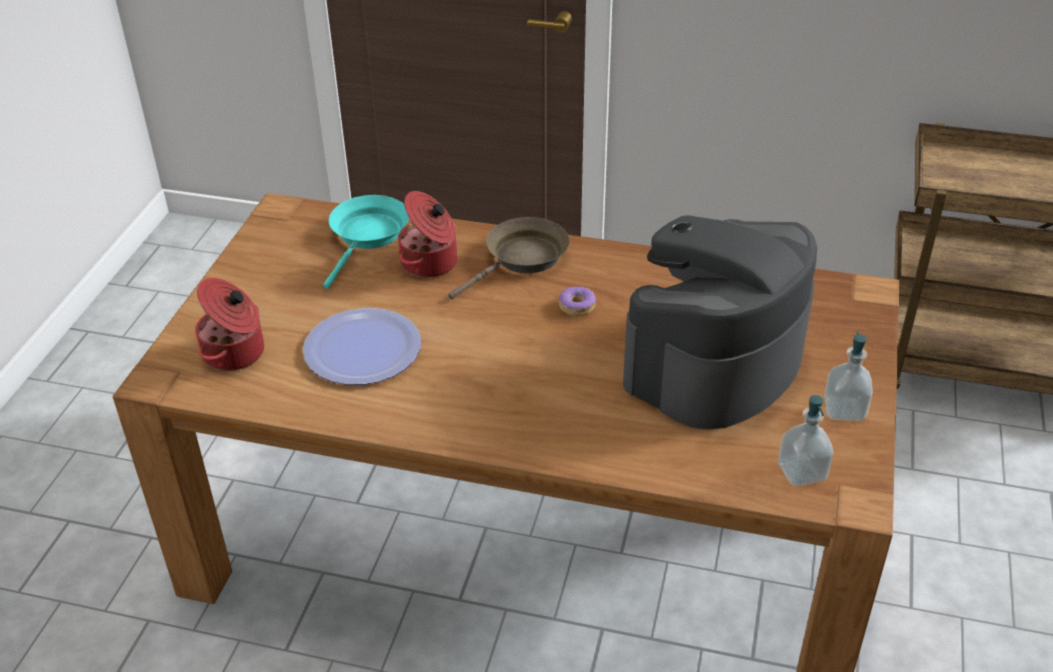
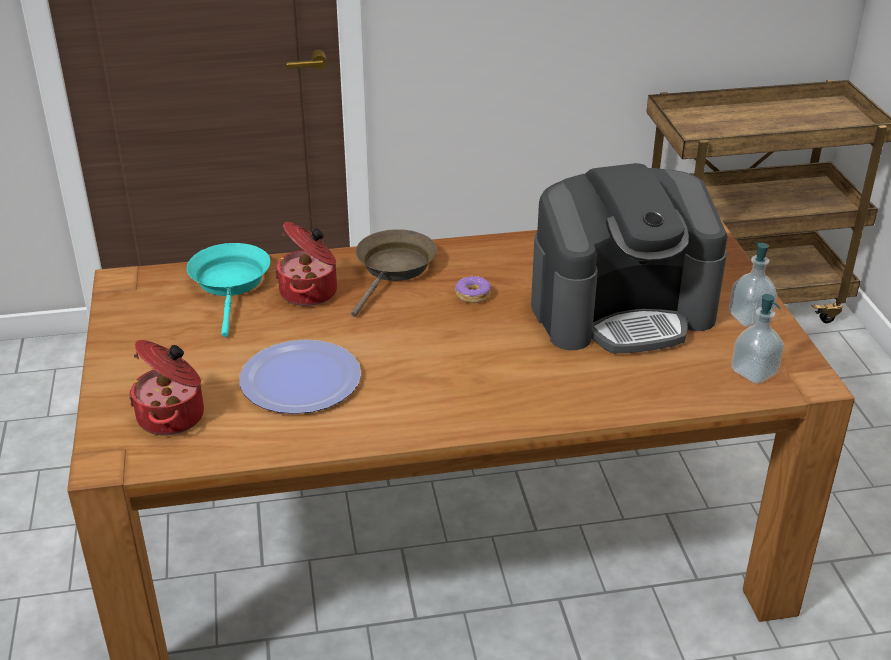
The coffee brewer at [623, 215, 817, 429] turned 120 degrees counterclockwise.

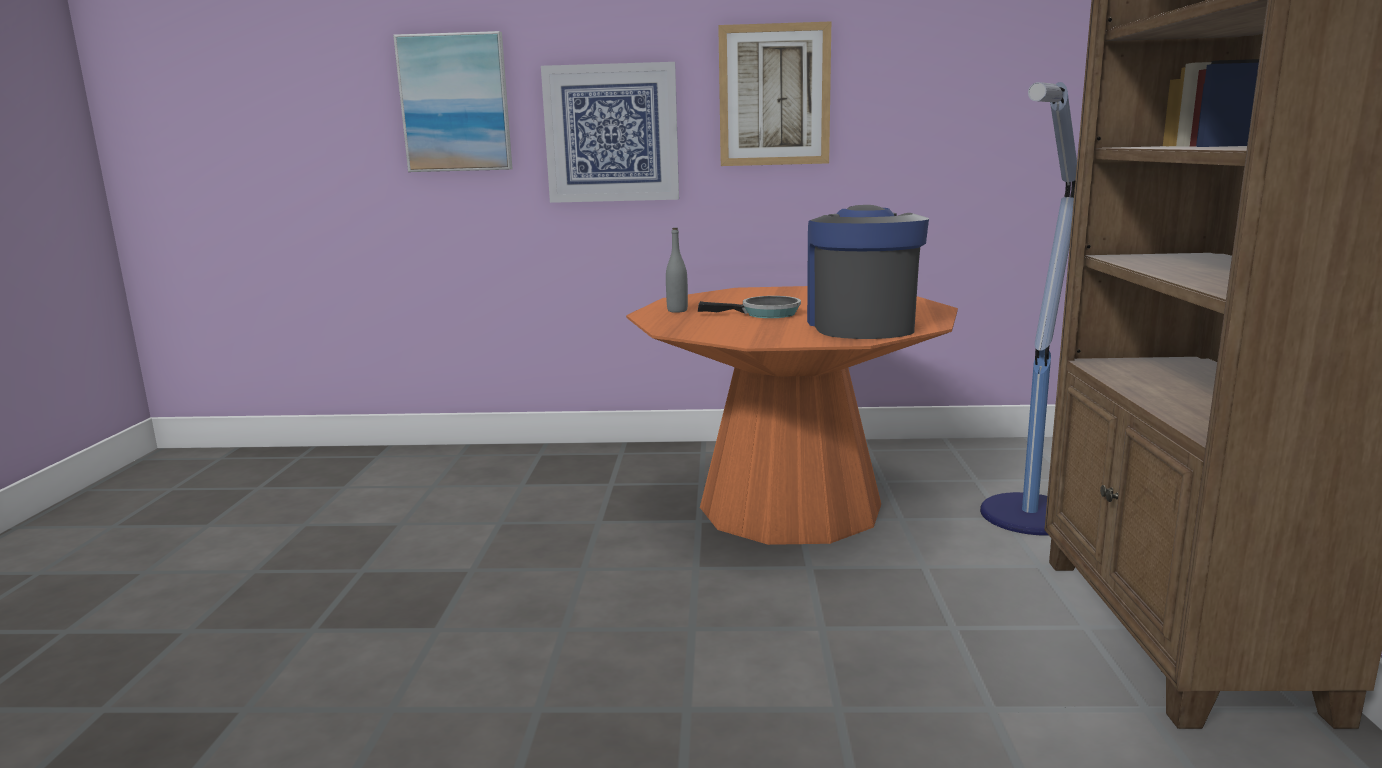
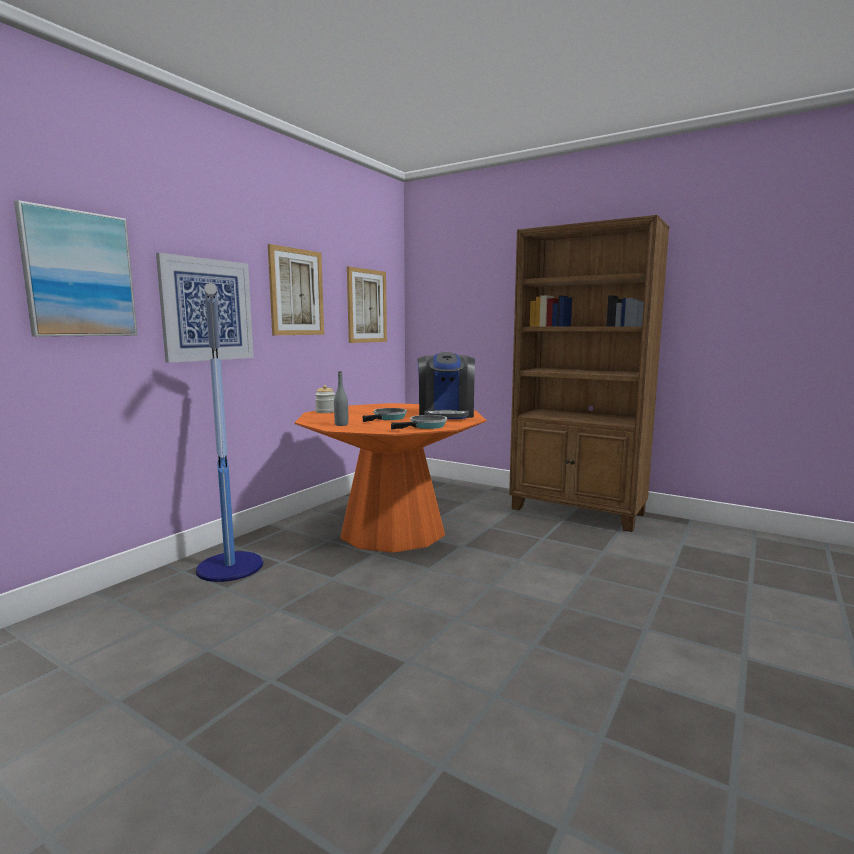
The standing lamp moved from [980, 82, 1077, 536] to [196, 282, 263, 582].
The storage jar at [315, 385, 335, 413] appeared.
The wall art at [347, 266, 387, 343] appeared.
The frying pan at [391, 415, 447, 430] appeared.
The coffee brewer at [807, 205, 929, 339] turned 120 degrees counterclockwise.

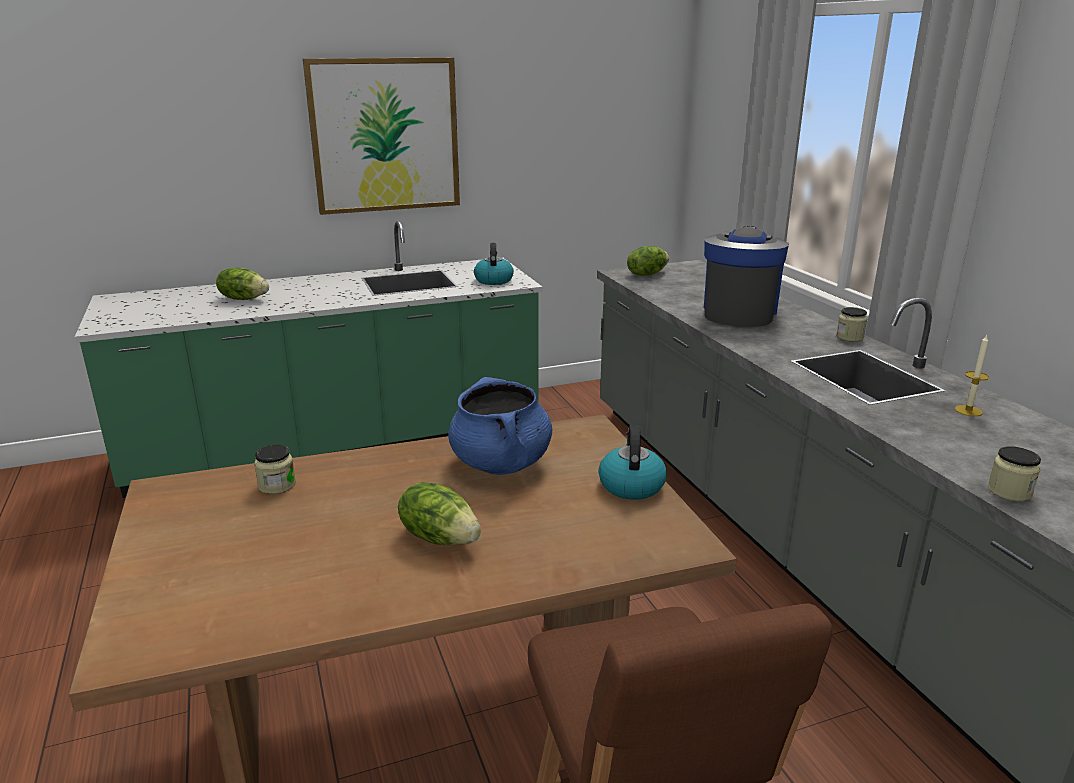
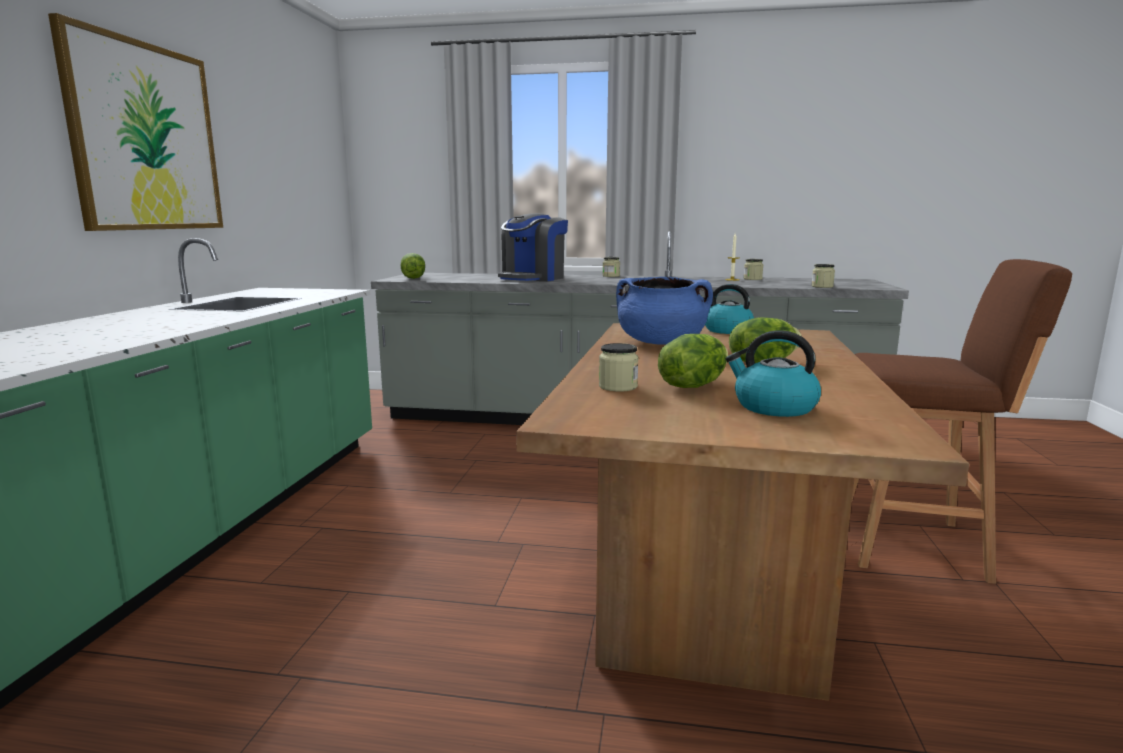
The coffee brewer at [704, 226, 789, 327] turned 105 degrees counterclockwise.
The lettuce moved from [216, 268, 269, 300] to [658, 334, 728, 388].
The tea kettle moved from [474, 243, 514, 285] to [726, 330, 821, 417].
The storage jar at [744, 259, 763, 280] appeared.

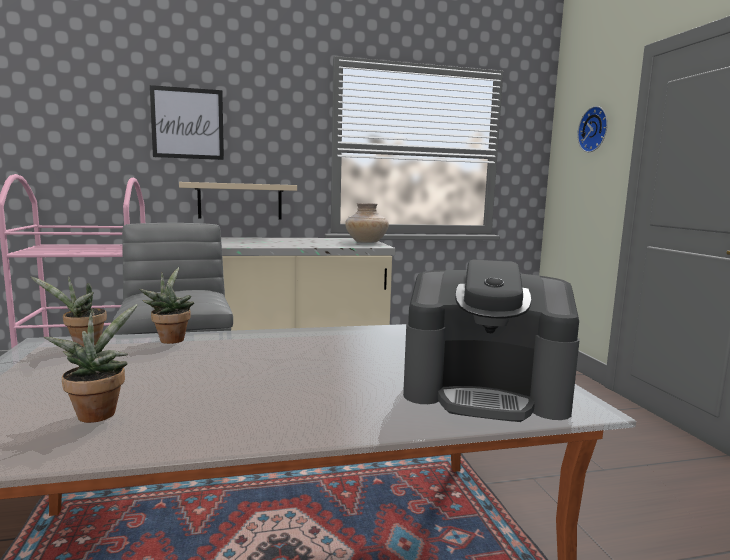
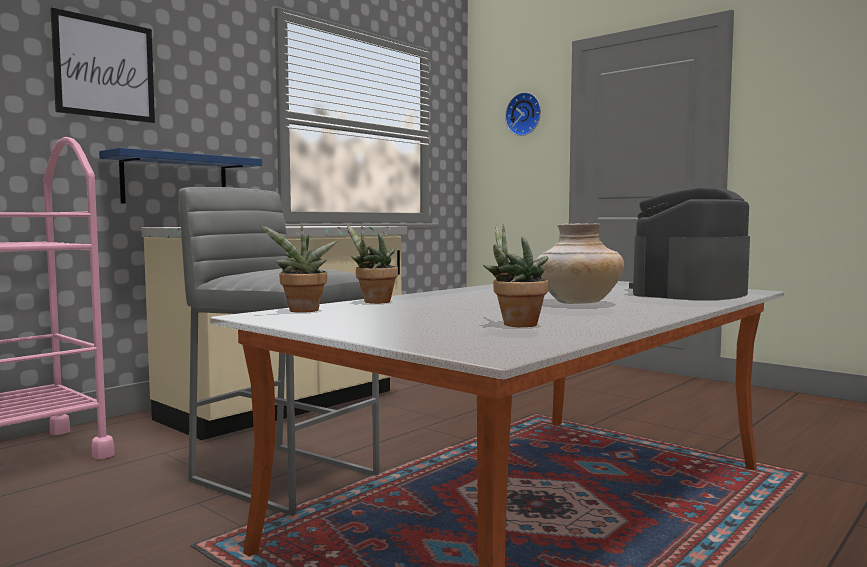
The shelf (beige) at [179, 182, 297, 219] became the shelf (blue) at [99, 148, 262, 203].
The flower vase (beige) moved from [345, 203, 389, 243] to [536, 224, 624, 304].
The coffee brewer at [403, 260, 580, 422] turned 150 degrees clockwise.

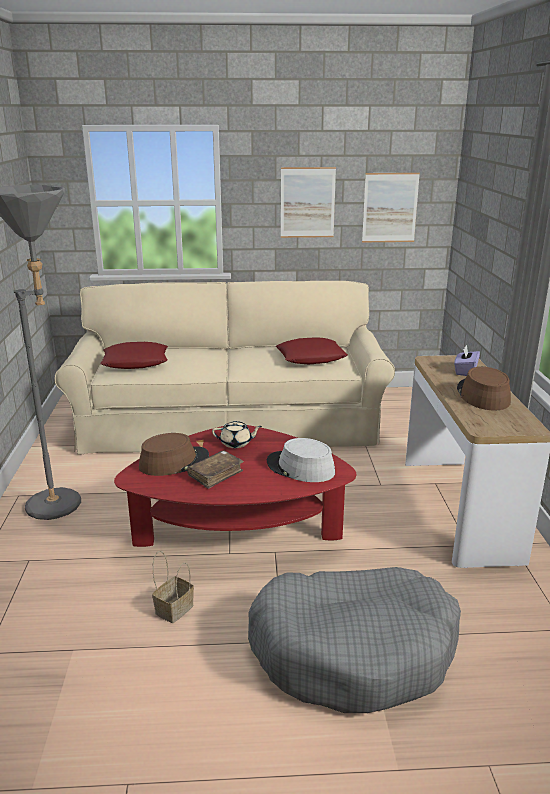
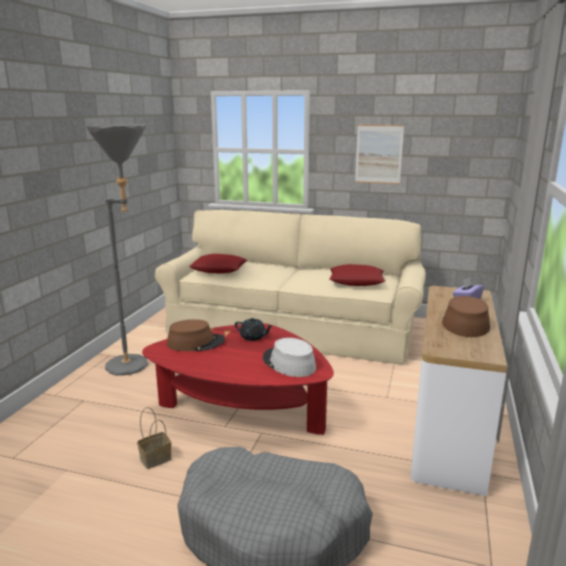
The pot for tea (beige) at [212, 421, 262, 448] became the pot for tea (black-coloured) at [235, 318, 274, 341].
The bound book (brown-coloured) at [187, 451, 244, 489] disappeared.
The wall art at [362, 173, 420, 242] disappeared.

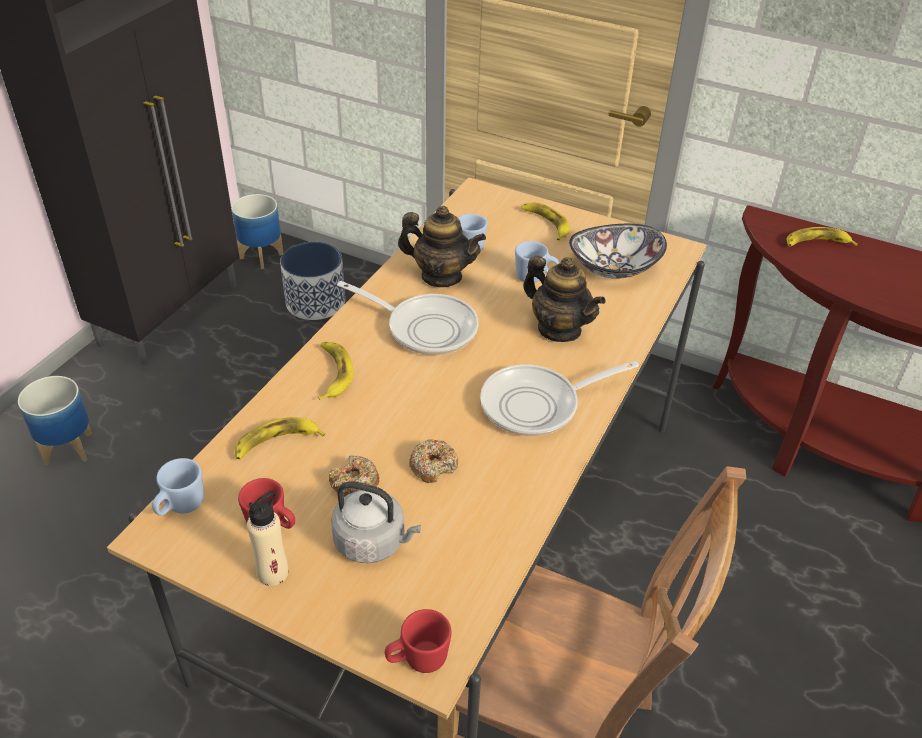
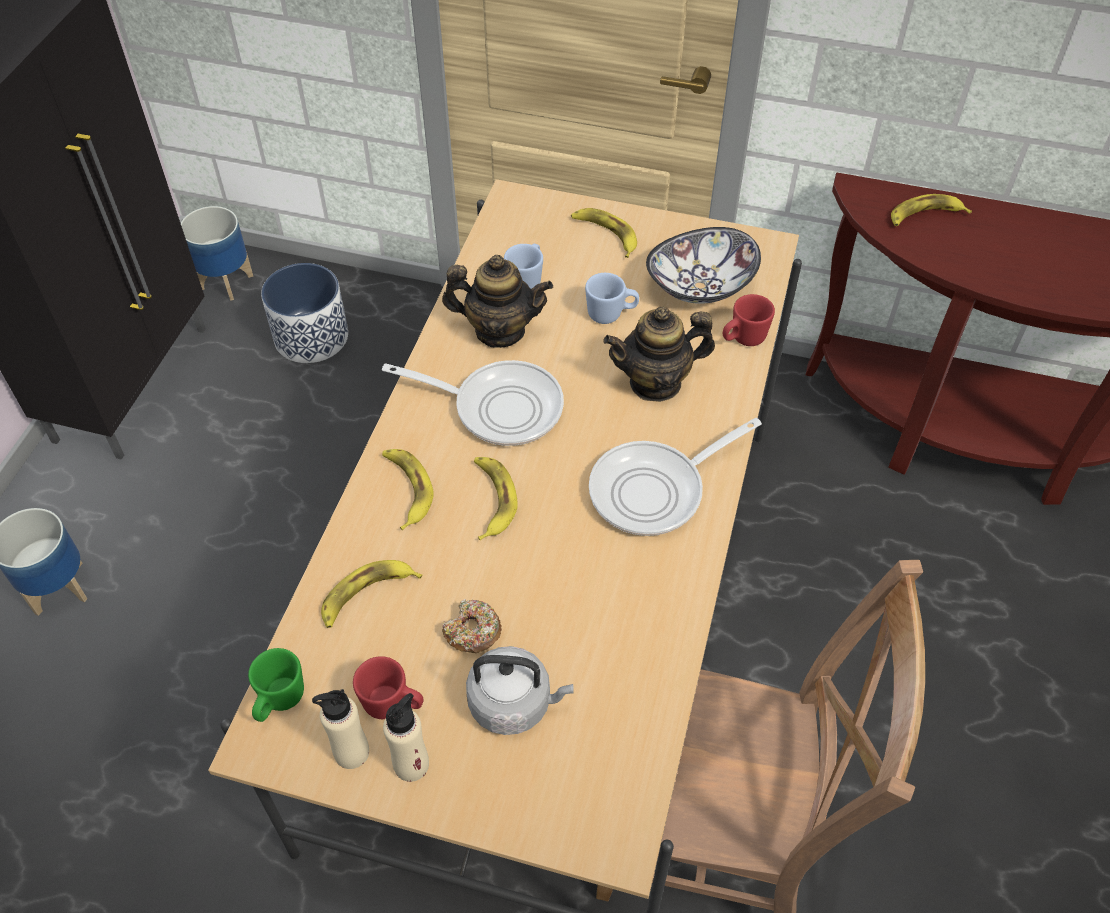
The mug (blue) at [152, 458, 204, 516] became the mug (green) at [248, 648, 304, 722].
The beverage bottle (beige) at [312, 689, 369, 769] appeared.
The whole banana at [474, 457, 518, 540] appeared.
The pot for tea at [523, 256, 606, 342] turned 135 degrees clockwise.
The mug (red-coloured) moved from [385, 609, 452, 673] to [723, 294, 775, 346].
The donut at [409, 439, 458, 483] disappeared.

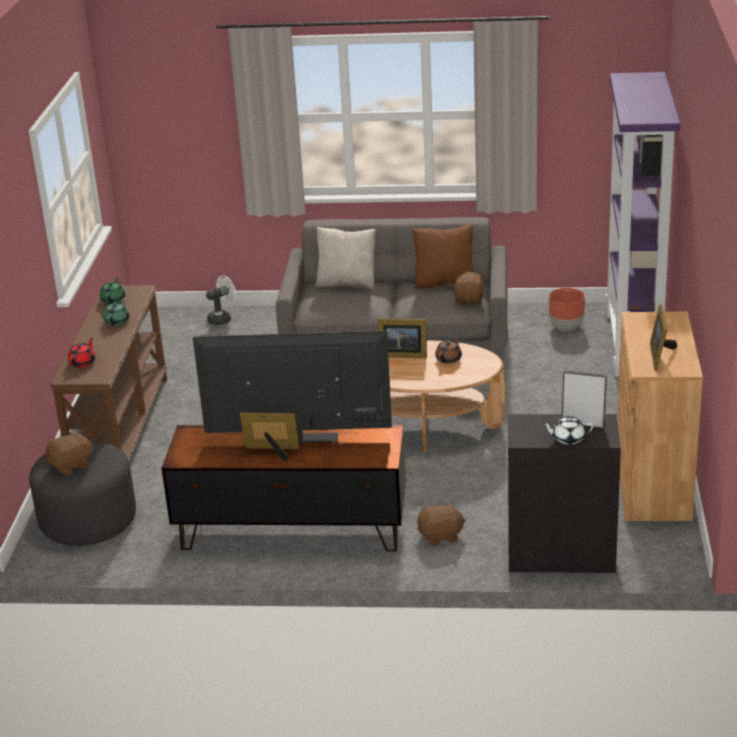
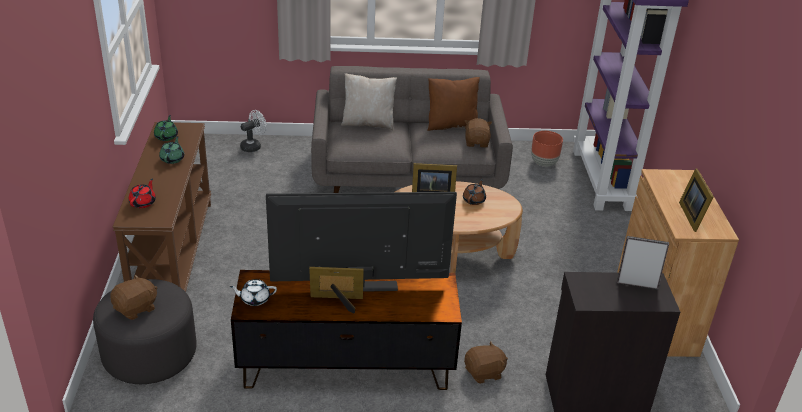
The pot for tea (whitish) moved from [542, 416, 593, 445] to [230, 279, 277, 306].

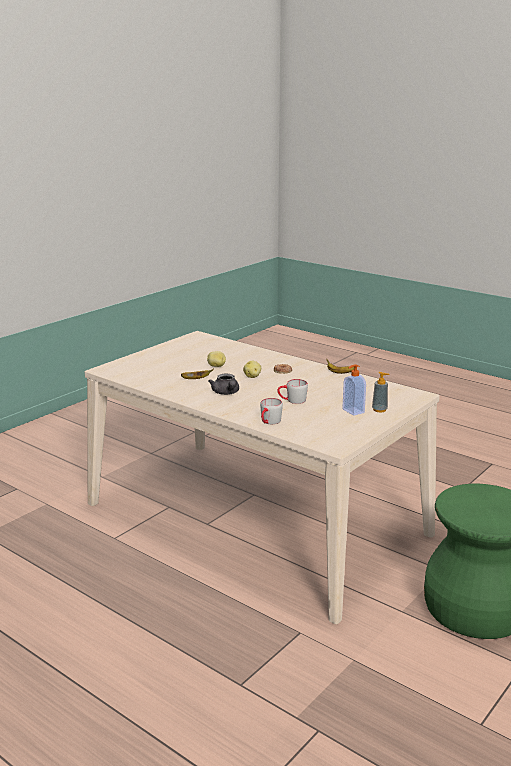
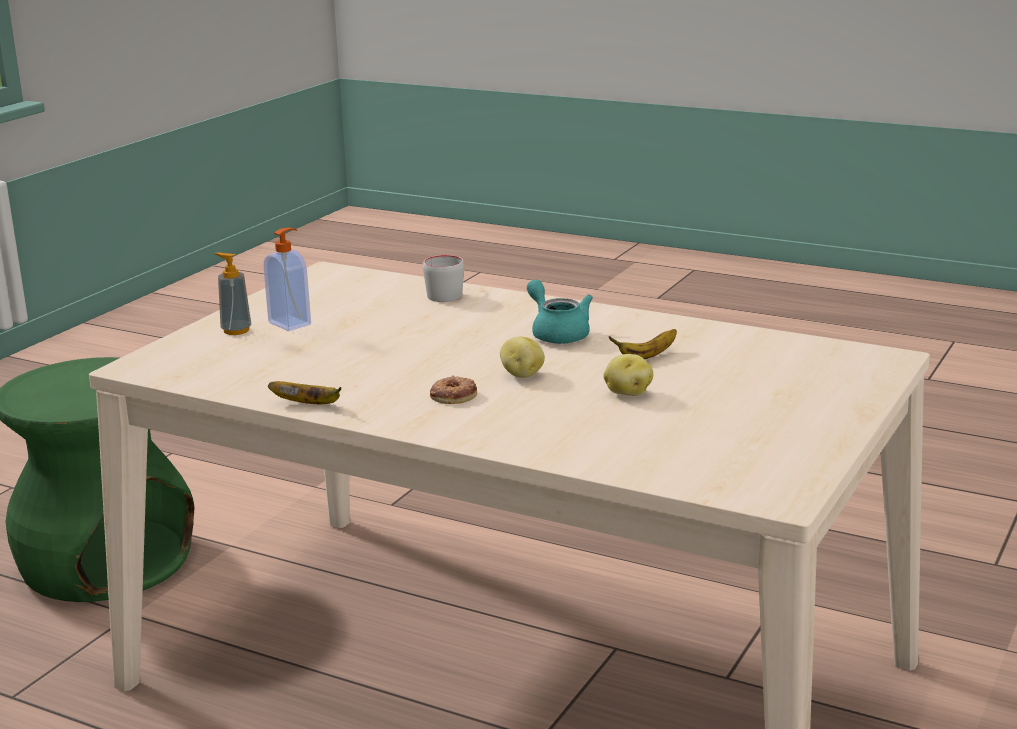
The pot for tea (gray) at [208, 374, 239, 395] became the pot for tea (blue-green) at [527, 280, 593, 344].
The mug (gray) at [277, 379, 308, 404] disappeared.

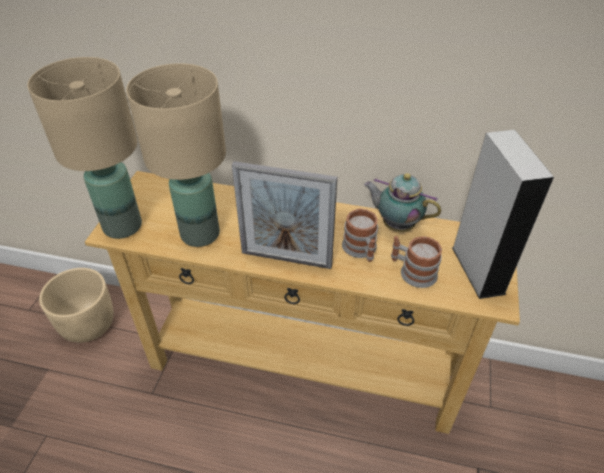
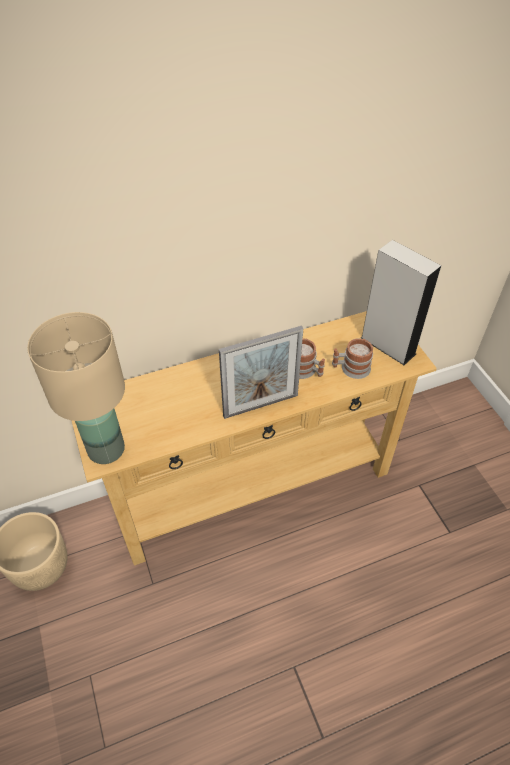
The lamp for a table (beige) at [126, 63, 226, 247] disappeared.
The pot for tea at [364, 173, 441, 232] disappeared.

